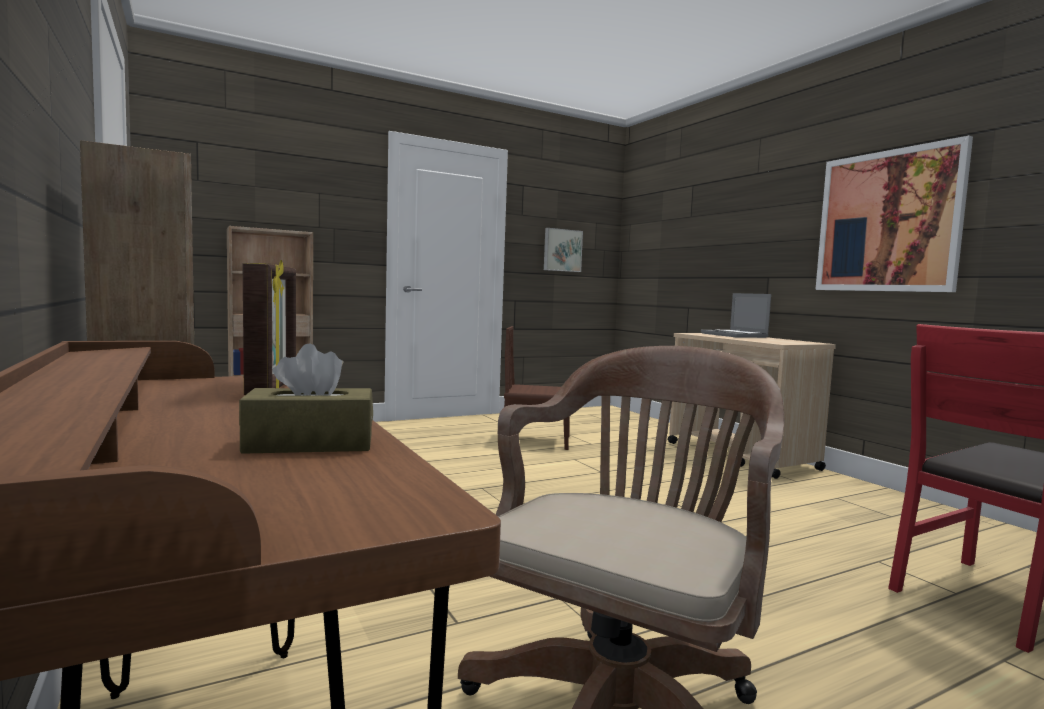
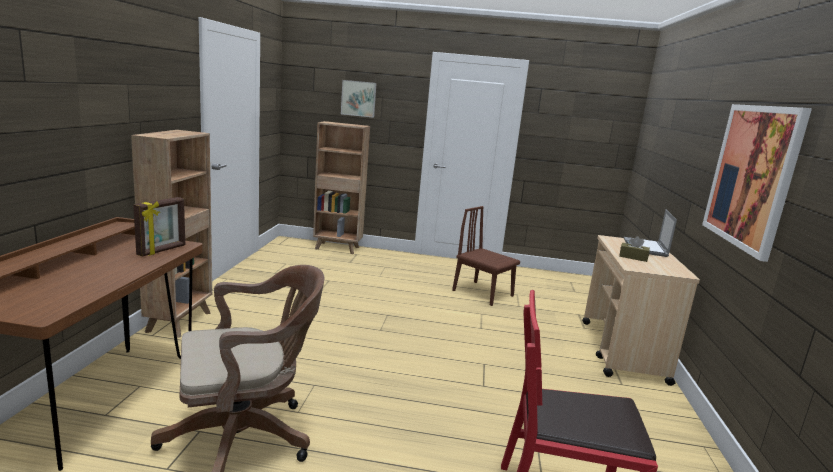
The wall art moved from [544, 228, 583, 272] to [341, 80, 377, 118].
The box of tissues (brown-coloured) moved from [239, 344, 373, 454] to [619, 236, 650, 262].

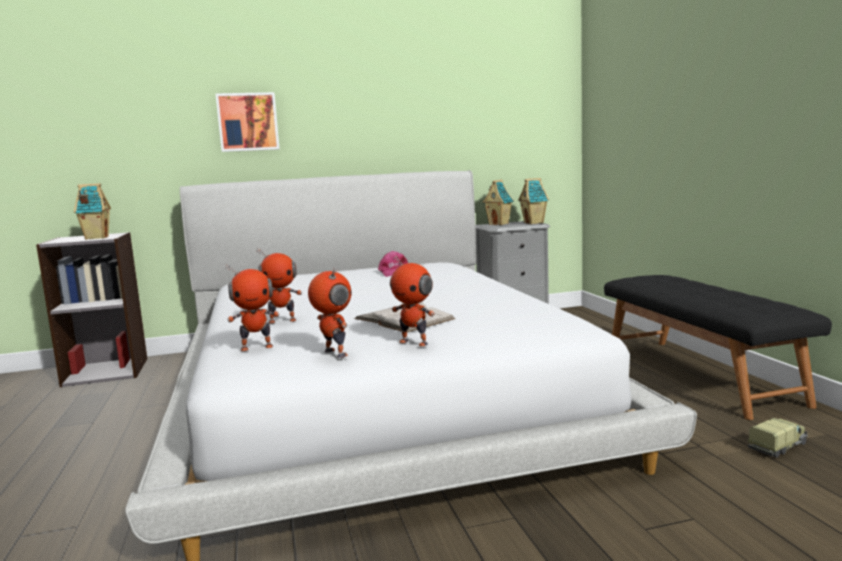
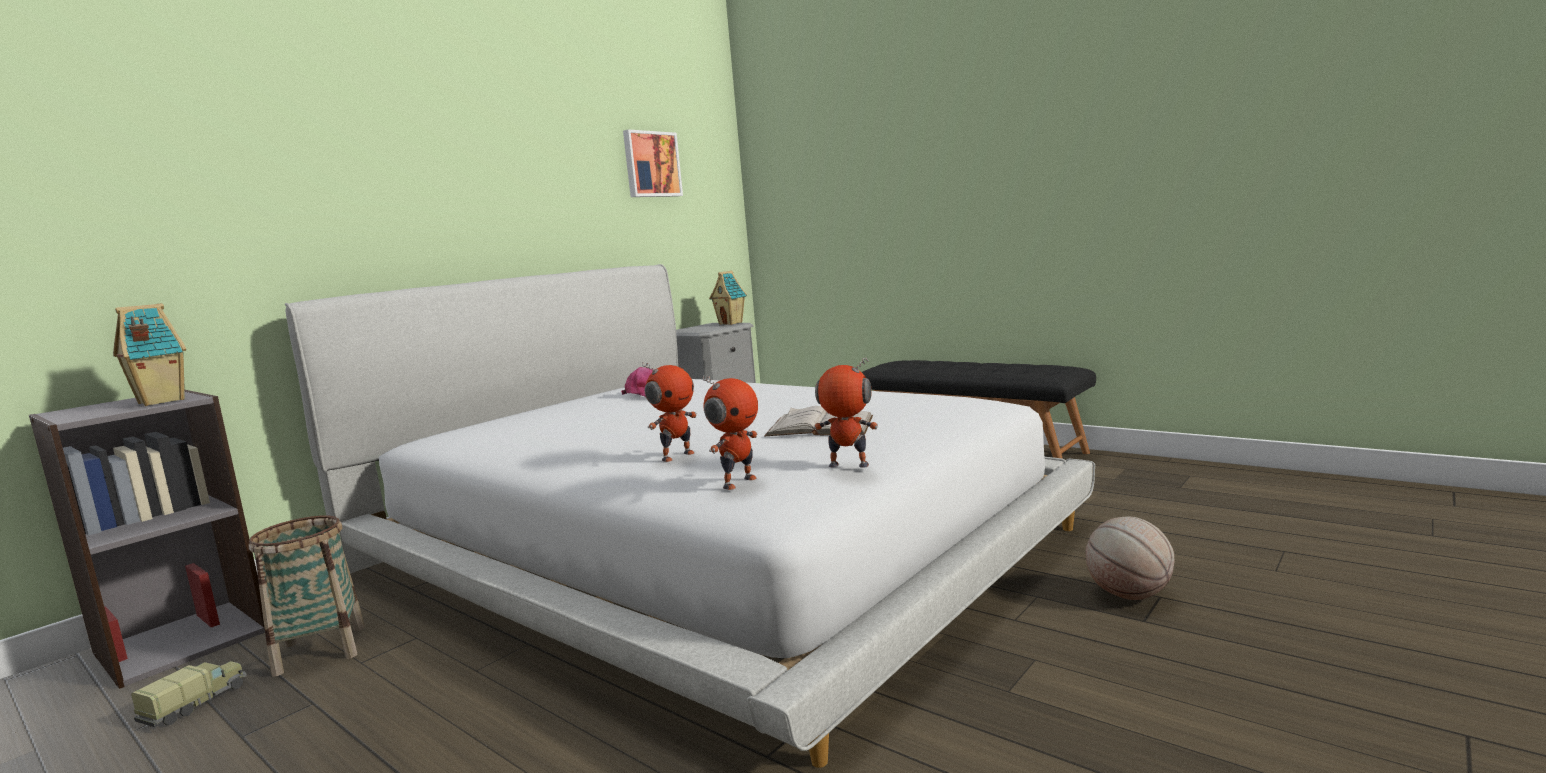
The model truck moved from [748, 418, 808, 458] to [131, 661, 247, 727].
The basket at [248, 515, 365, 677] appeared.
The wall art moved from [216, 92, 280, 152] to [623, 129, 683, 197].
The basketball at [1086, 517, 1175, 600] appeared.
The model robot at [390, 255, 435, 346] disappeared.
The model house at [482, 180, 514, 225] disappeared.

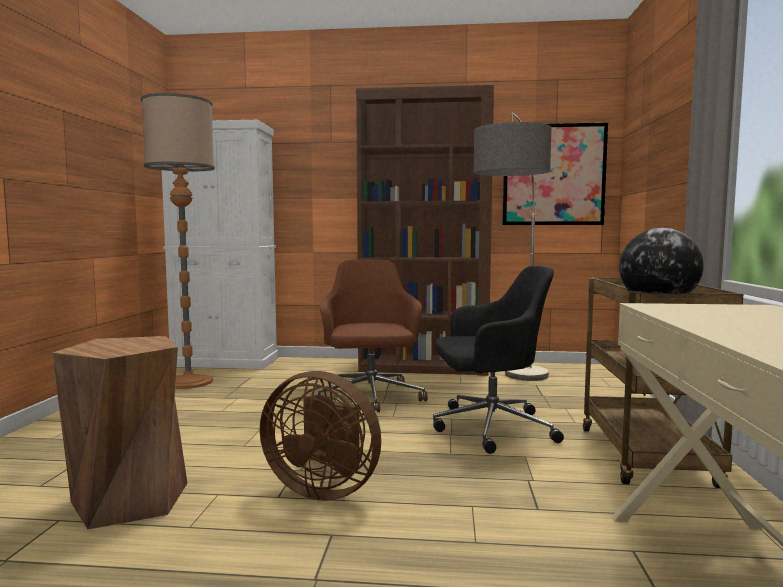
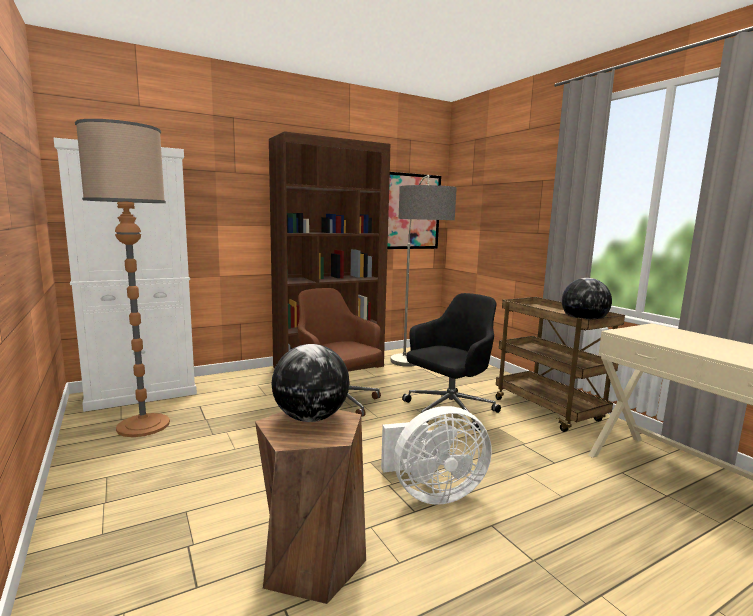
The world globe at [272, 344, 349, 422] appeared.
The fan (brown-coloured) at [260, 371, 381, 501] became the fan (whitish) at [381, 406, 492, 505].

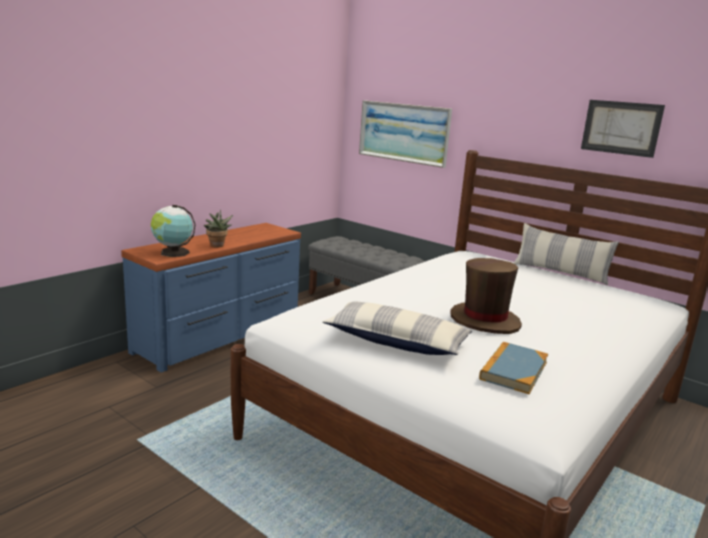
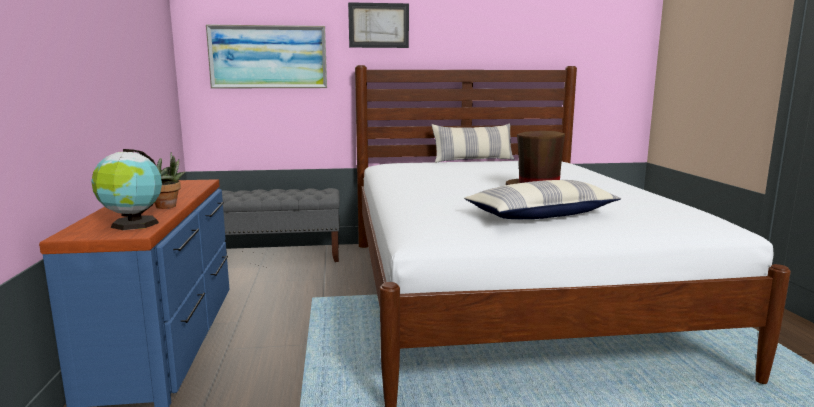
The wall art moved from [581, 100, 665, 158] to [348, 2, 409, 48].
The bound book at [479, 342, 548, 394] disappeared.

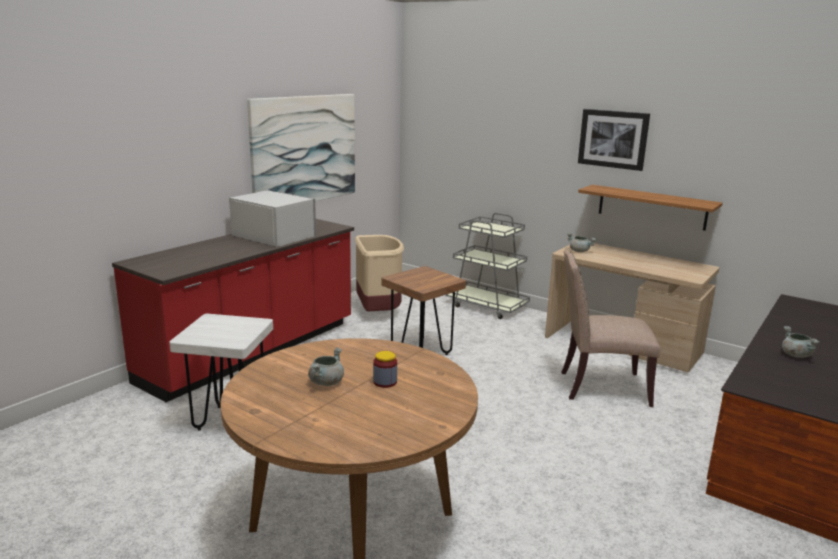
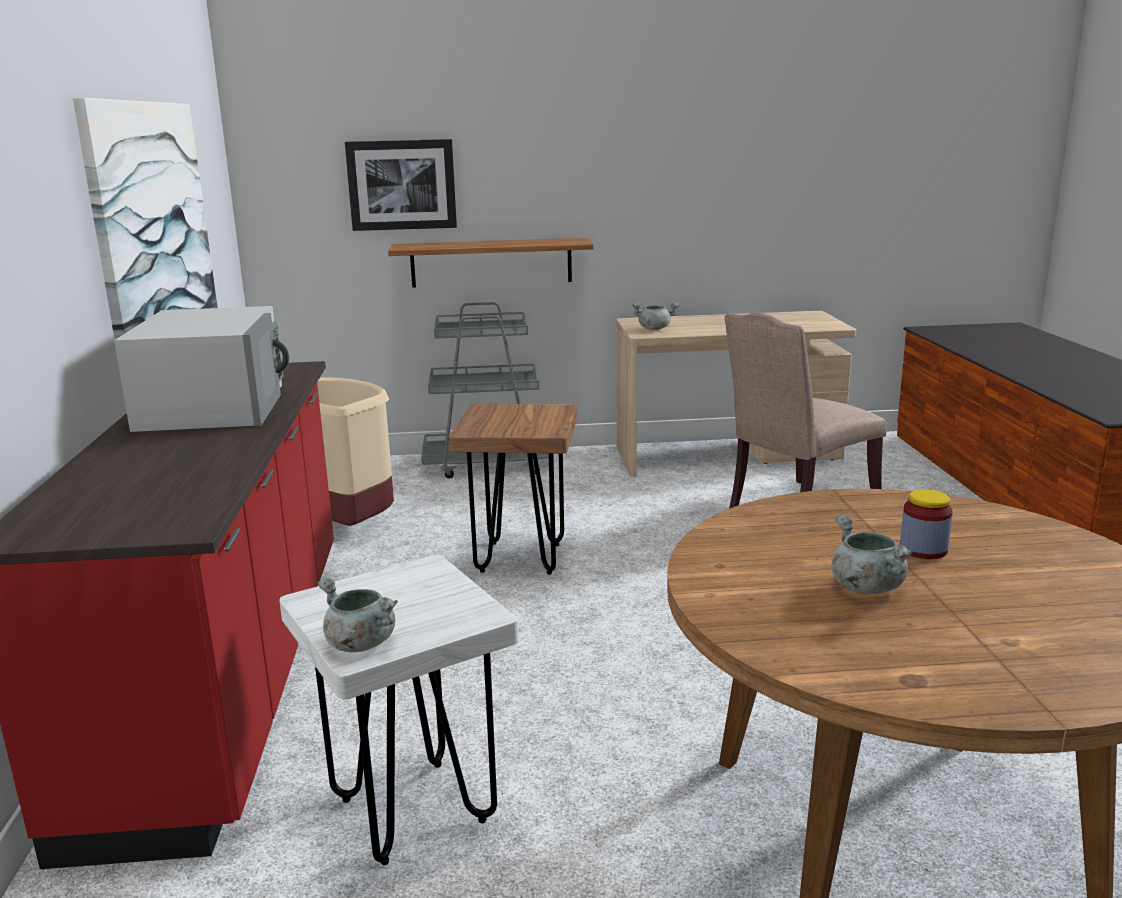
The microwave oven (whitish) at [229, 190, 316, 247] turned 90 degrees clockwise.
The stockpot (gray) moved from [782, 326, 820, 358] to [317, 578, 398, 652].
The wall art moved from [578, 109, 650, 171] to [345, 139, 457, 231].
The shelf moved from [578, 185, 723, 231] to [388, 238, 593, 288].

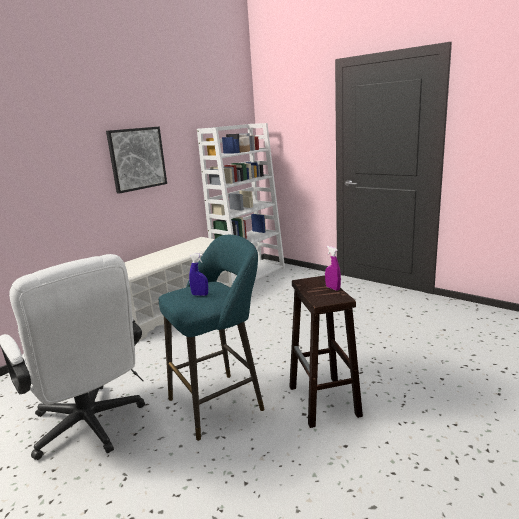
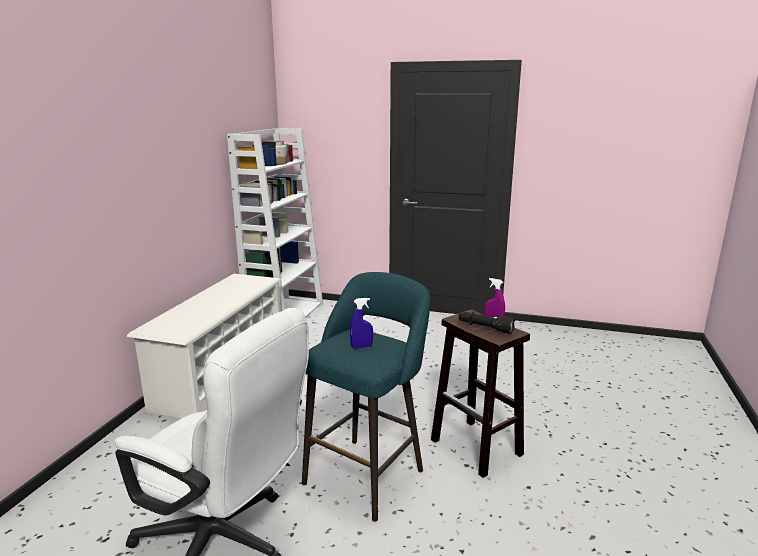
The hand torch (black-coloured) at [459, 312, 515, 334] appeared.
The wall art at [106, 127, 167, 194] disappeared.

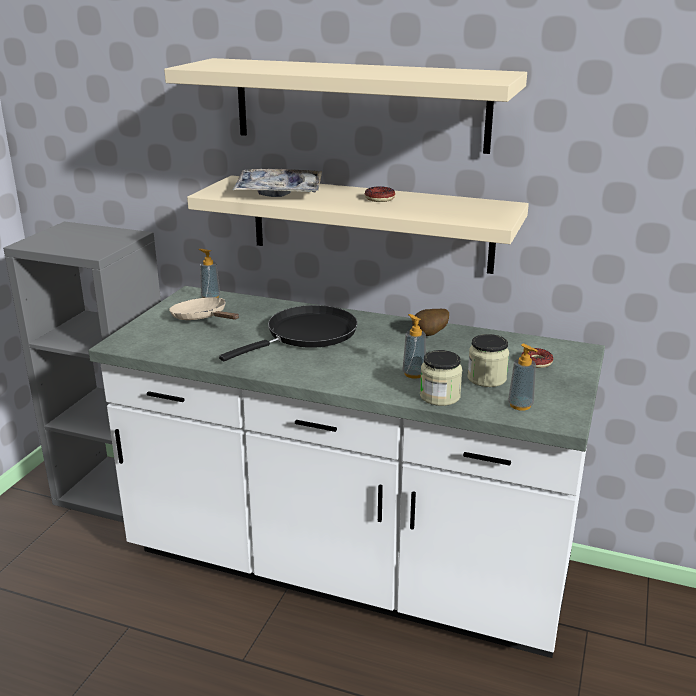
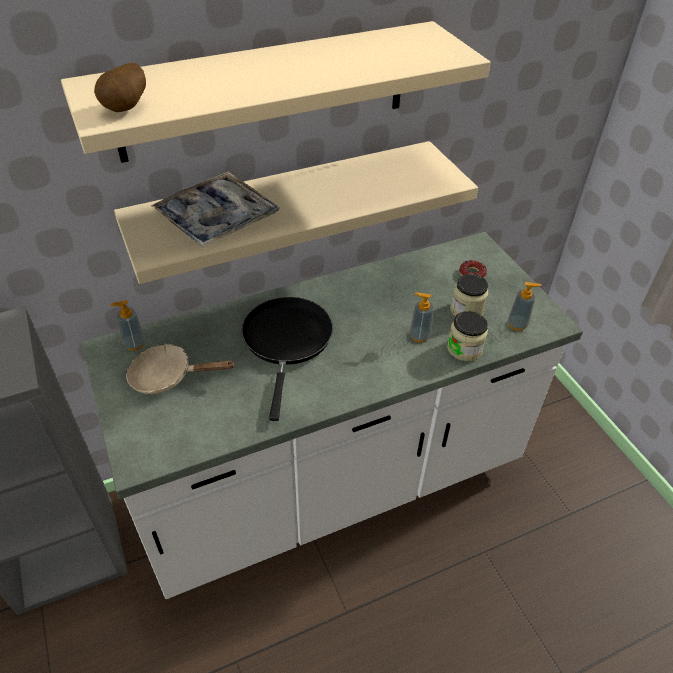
The potato moved from [412, 309, 449, 336] to [94, 63, 146, 112].
The donut at [365, 186, 395, 202] disappeared.

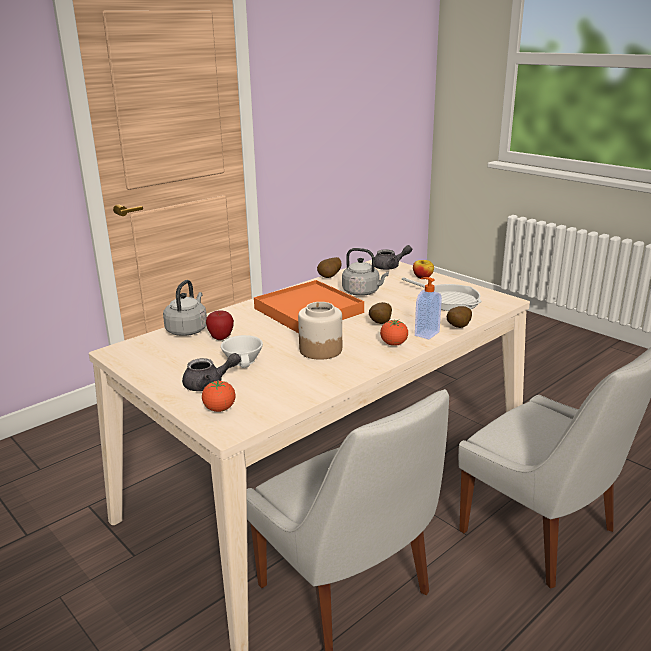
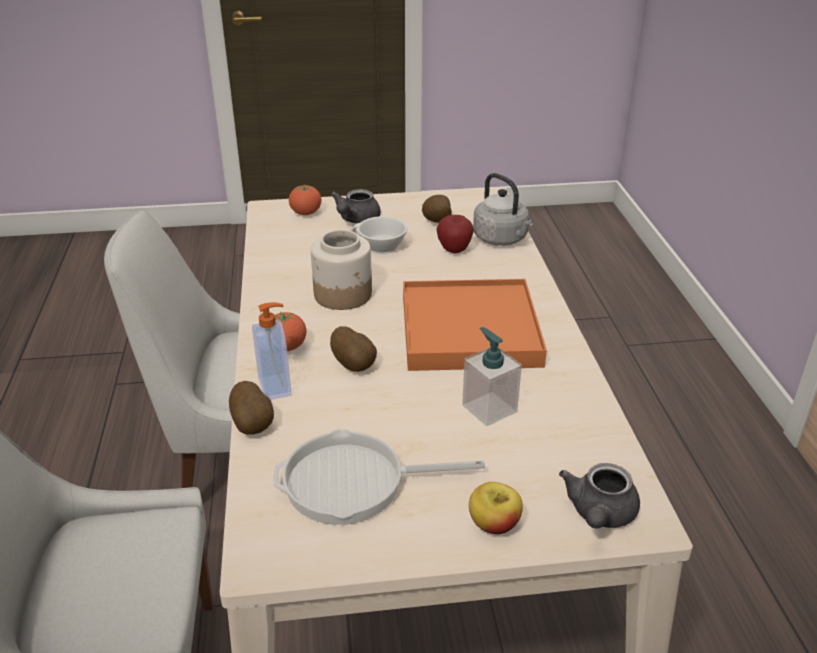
The potato moved from [317, 257, 341, 278] to [422, 195, 452, 223].
The tea kettle (gray) at [342, 248, 389, 296] was replaced by the soap bottle at [462, 327, 522, 426].

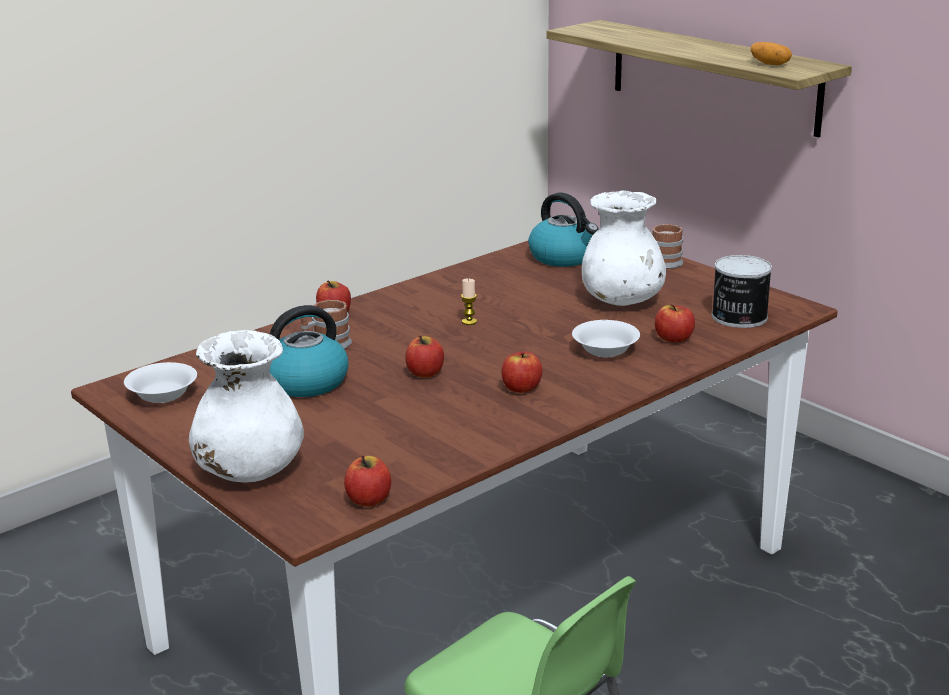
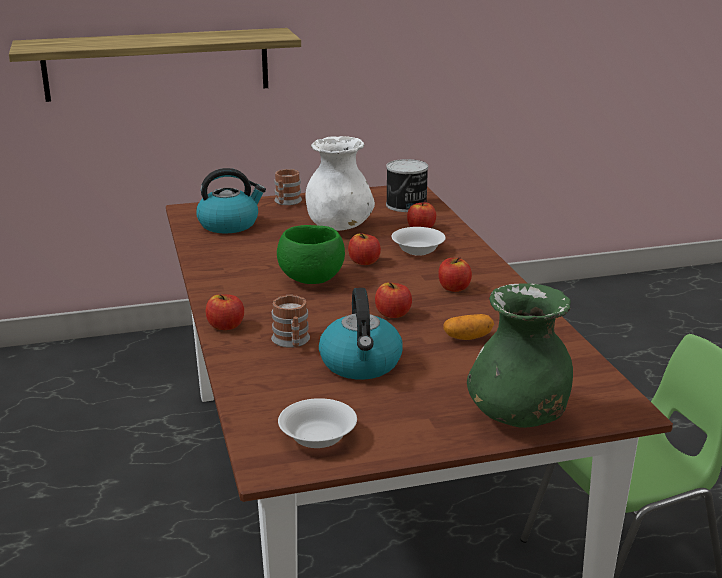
The wax light at [461, 279, 477, 325] was replaced by the deep dish (green) at [277, 225, 345, 284].
The apple fruit moved from [344, 456, 391, 507] to [348, 233, 381, 265].
The potato moved from [750, 42, 792, 65] to [443, 314, 494, 340].
The flower vase (whitish) at [189, 330, 304, 482] became the flower vase (green) at [467, 283, 573, 428].

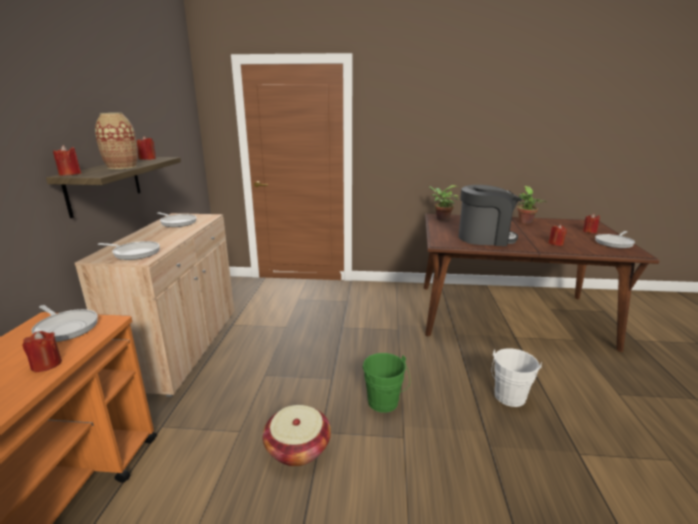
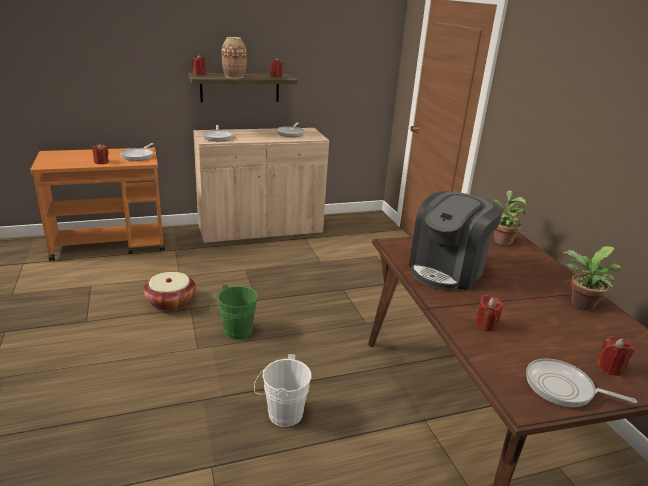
The coffee brewer at [459, 185, 522, 246] turned 60 degrees clockwise.

